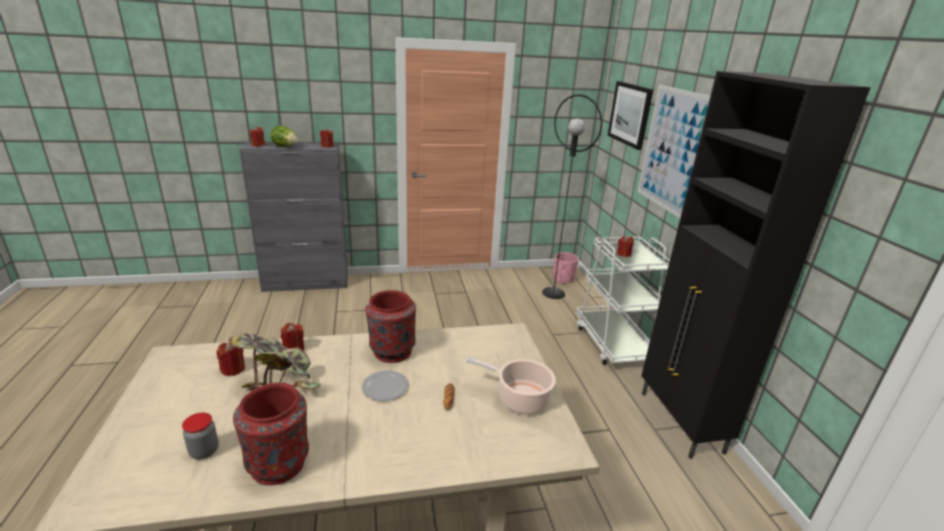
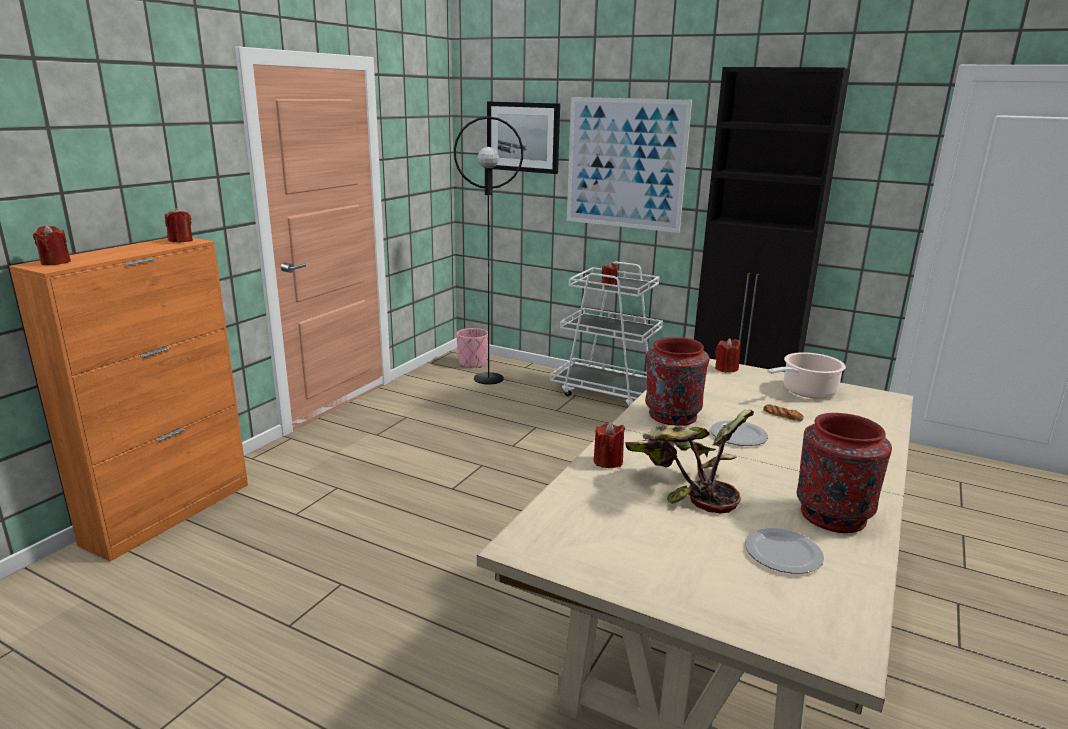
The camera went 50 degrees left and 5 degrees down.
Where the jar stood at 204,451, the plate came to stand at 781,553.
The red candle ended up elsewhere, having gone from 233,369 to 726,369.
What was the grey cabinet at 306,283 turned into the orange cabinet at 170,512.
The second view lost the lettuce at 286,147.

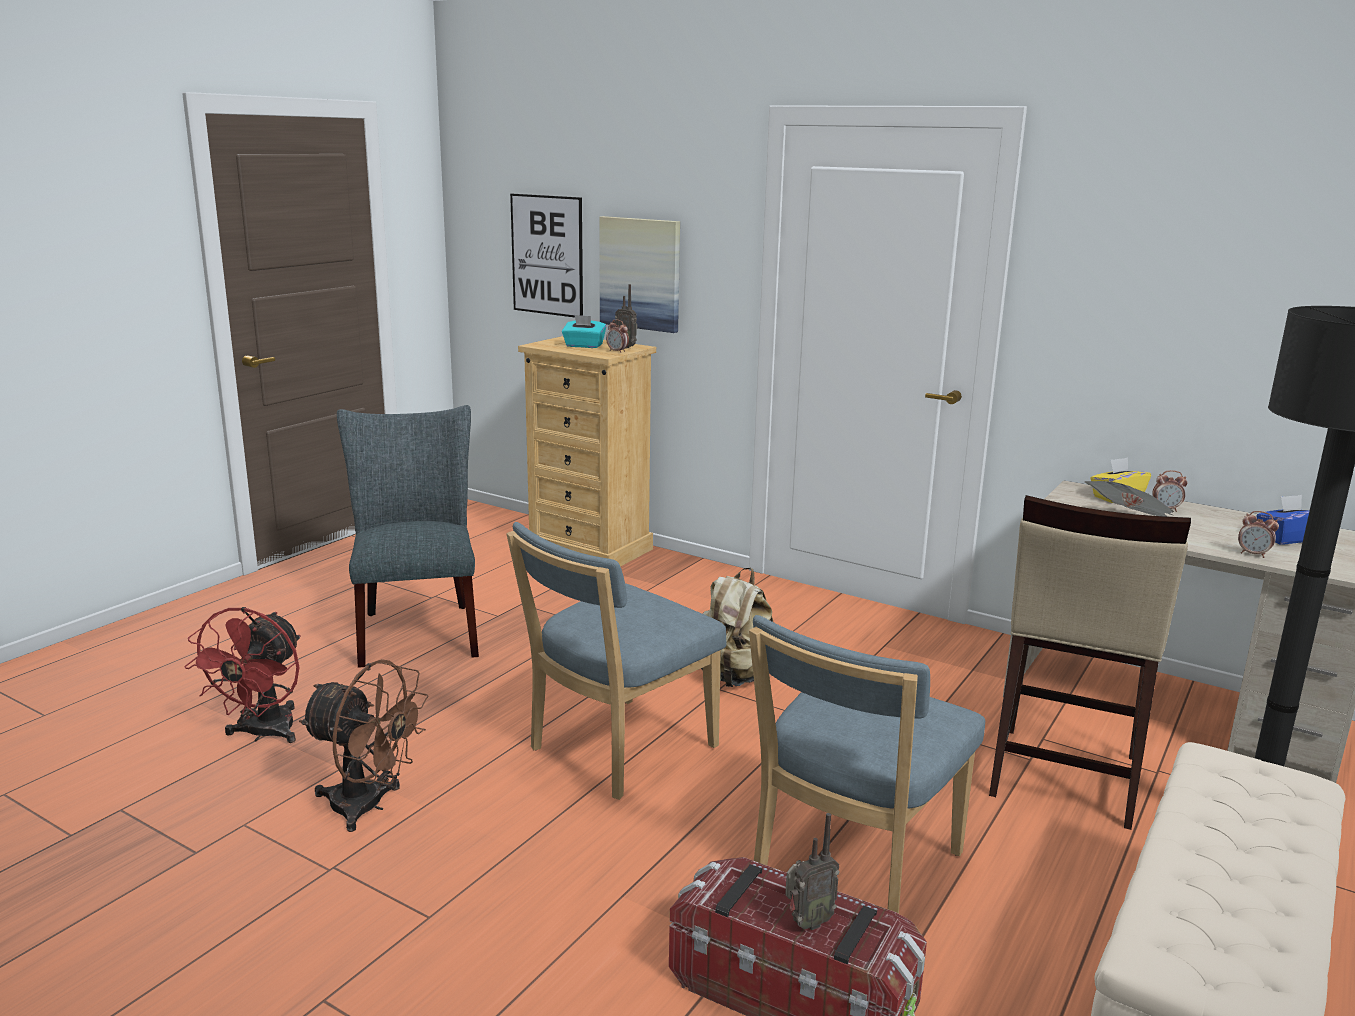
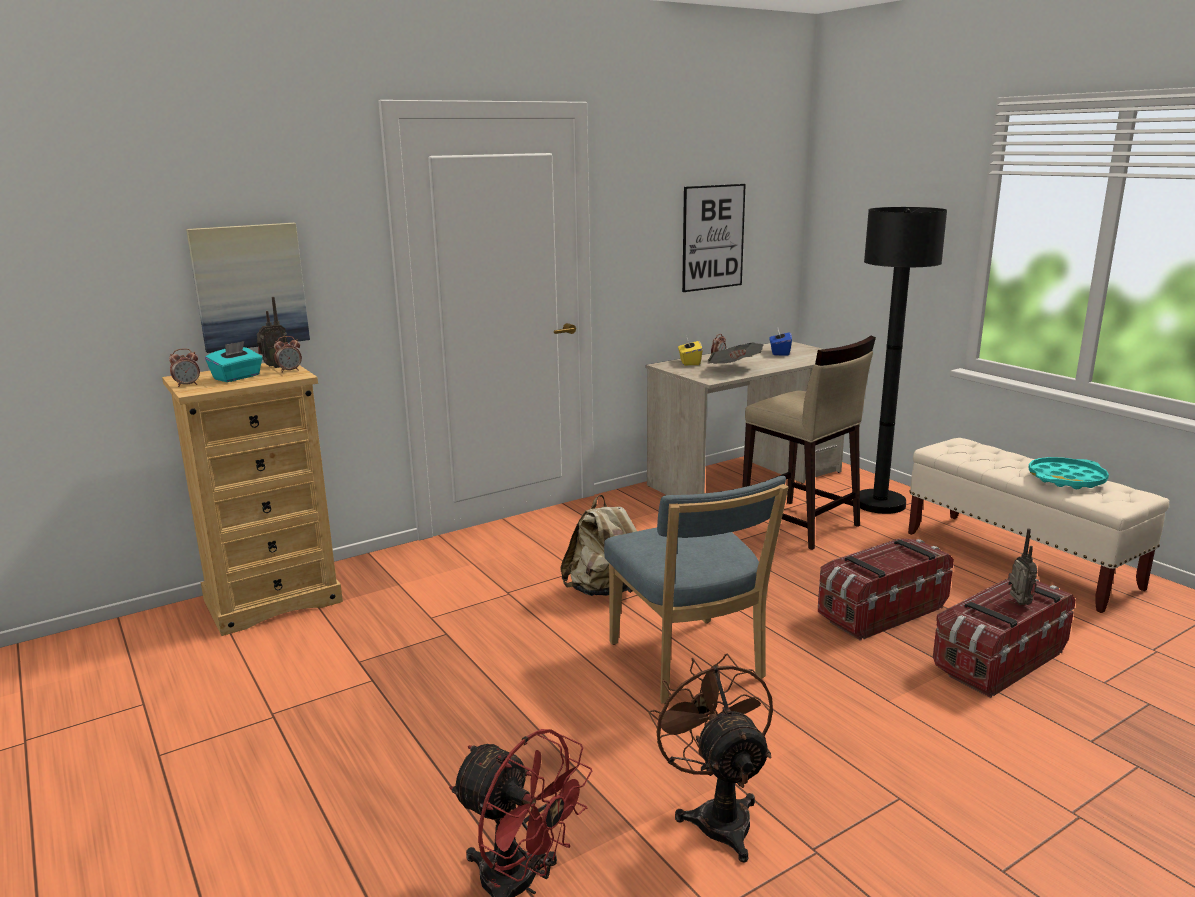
The camera went 65 degrees left and 0 degrees up.
The brown fan at 369,807 ended up facing another way, 60 degrees counterclockwise from before.
The second view lost the grey chair at 417,630.
The picture ended up elsewhere, having gone from 547,255 to 713,237.
Where the blue chair stood at 851,872, the storage box came to stand at 880,611.
The alarm clock ended up elsewhere, having gone from 1253,554 to 187,385.
The second view gained the turquoise tray at 1066,479.

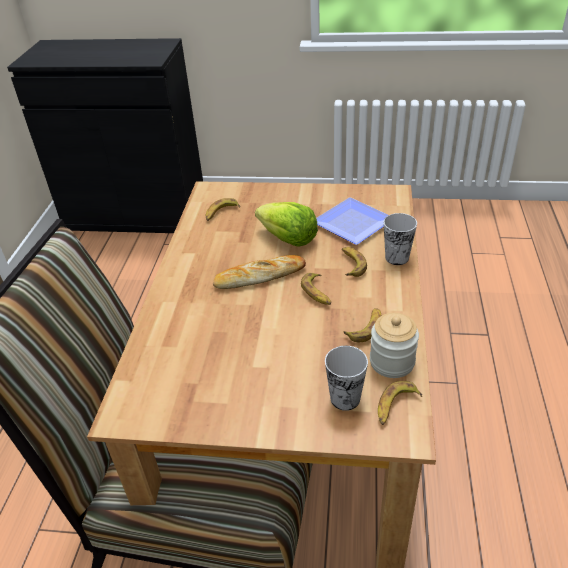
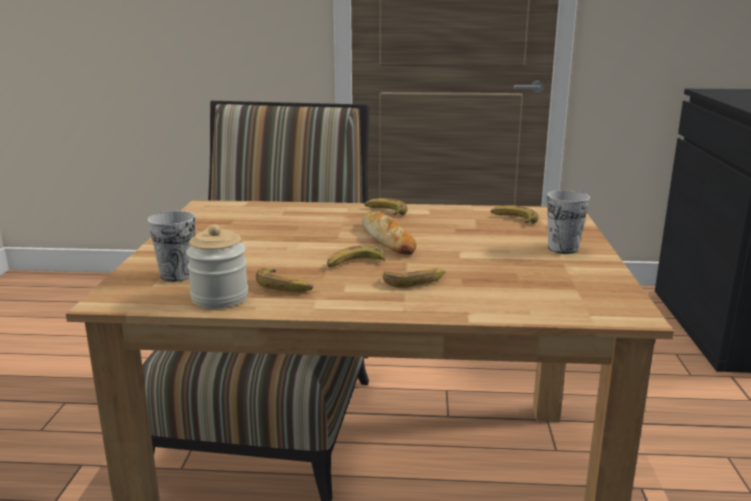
The camera went 85 degrees right and 20 degrees down.
The second view lost the lettuce at 288,239.
The second view lost the plate at 352,222.
The banana ended up elsewhere, having gone from 395,406 to 385,211.
The cup ended up elsewhere, having gone from 397,258 to 563,248.

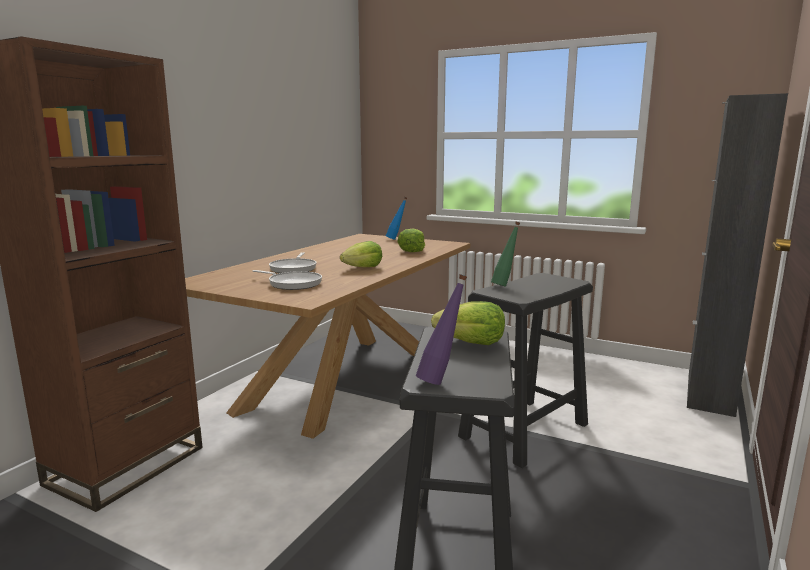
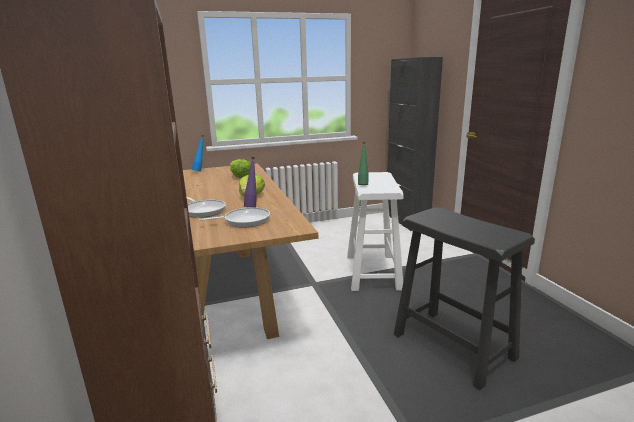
The camera went 45 degrees left and 5 degrees up.
The purple bottle ended up elsewhere, having gone from 441,380 to 252,206.
The second view lost the lettuce at 471,342.
What was the black stool at 524,430 turned into the white stool at 373,272.

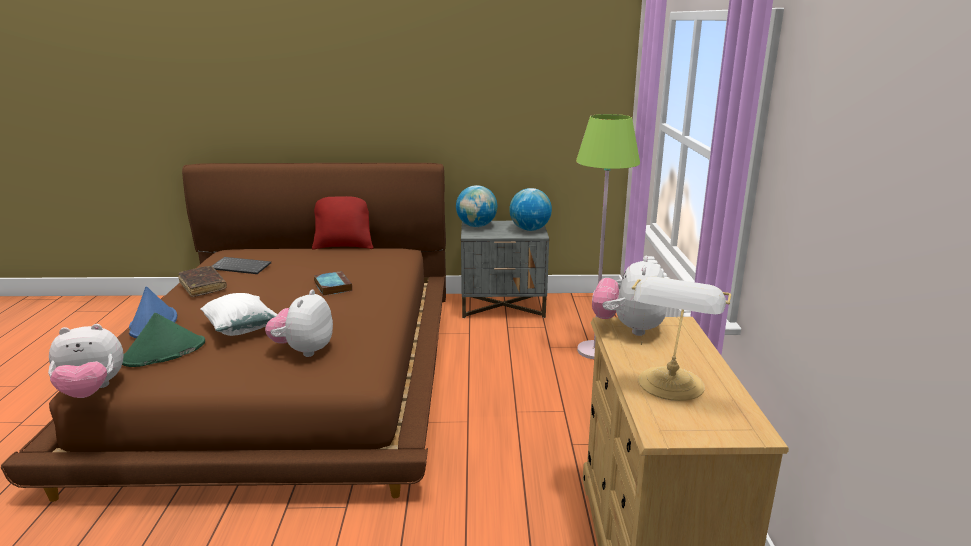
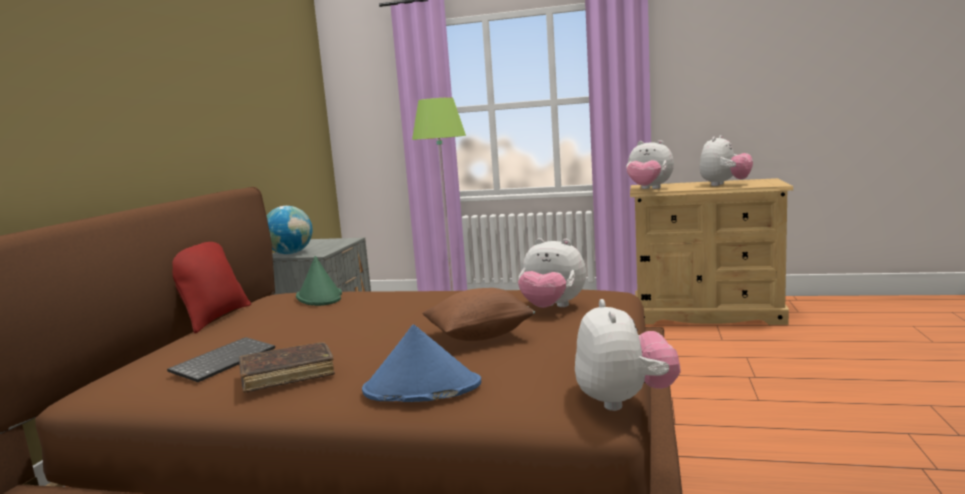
The camera went 75 degrees left and 10 degrees down.
The green hat ended up elsewhere, having gone from 164,352 to 319,297.
What was the white pillow at 241,329 turned into the brown pillow at 480,336.
The second view lost the book at 332,286.
The second view lost the globe at 530,229.
Where the table lamp stood at 670,385, the plush toy came to stand at 724,185.

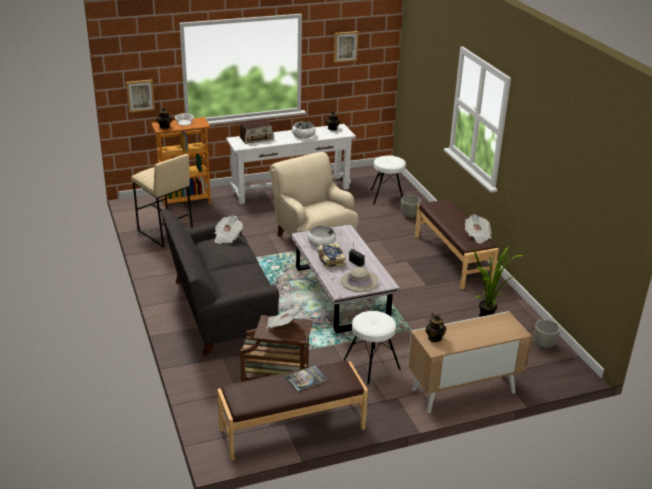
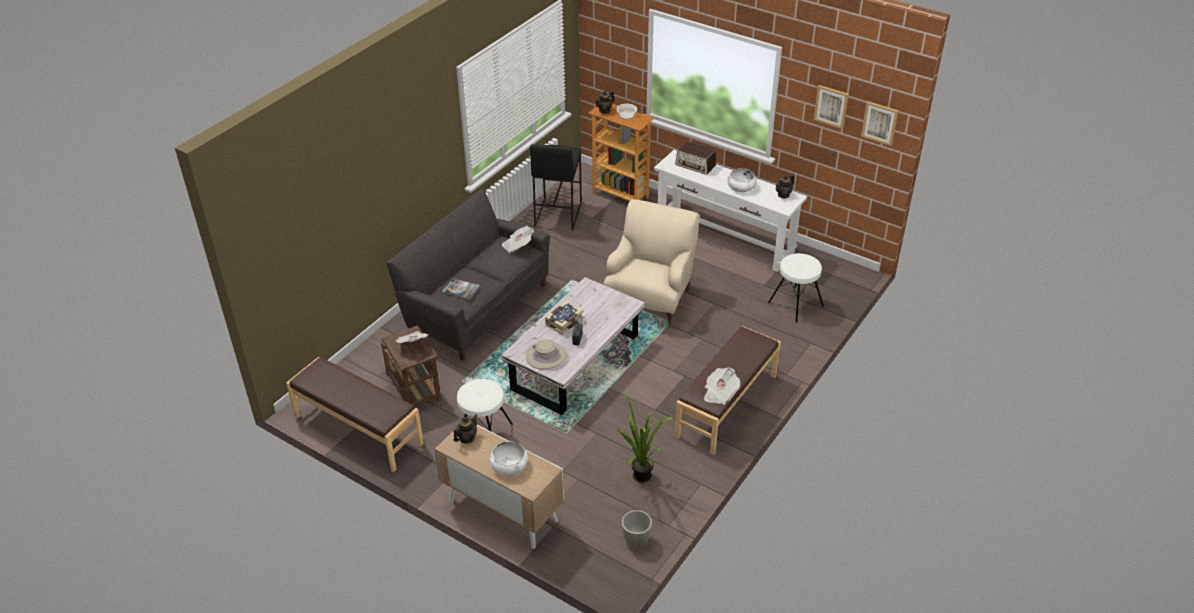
The camera went 55 degrees right and 10 degrees up.
The picture ended up elsewhere, having gone from 140,95 to 880,123.
What was the beige stool at 164,233 turned into the black stool at 557,214.
The book ended up elsewhere, having gone from 306,379 to 461,289.
The white bowl ended up elsewhere, having gone from 321,243 to 509,465.
The second view lost the grey planter at 409,216.

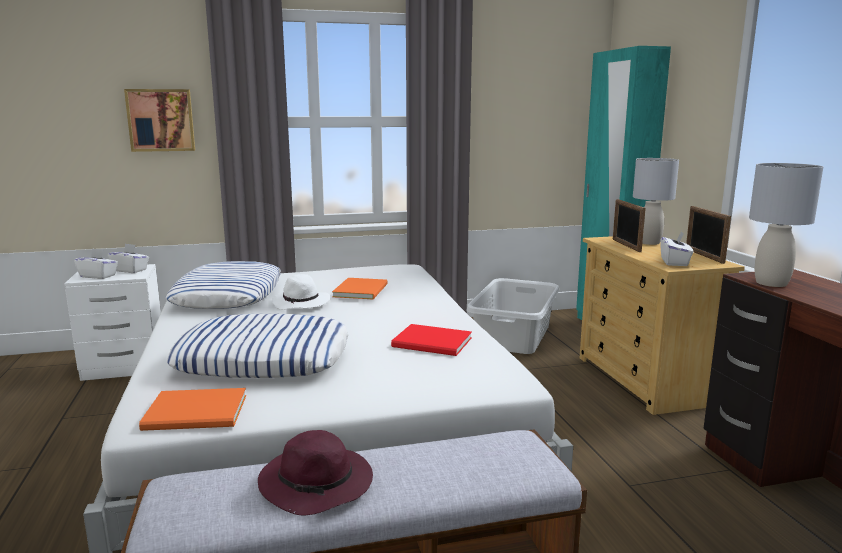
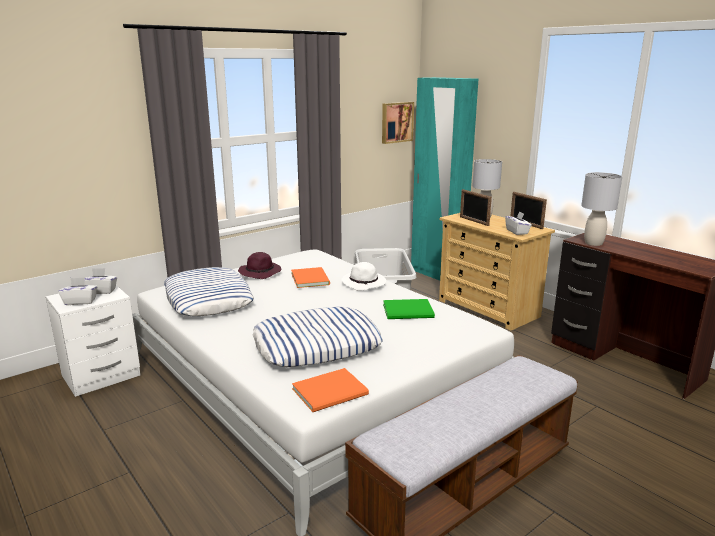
The camera went 25 degrees left and 5 degrees up.
The picture ended up elsewhere, having gone from 161,120 to 396,122.
The purple hat ended up elsewhere, having gone from 318,485 to 260,272.
The white hat ended up elsewhere, having gone from 301,303 to 364,283.
What was the red book at 433,343 turned into the green book at 409,311.

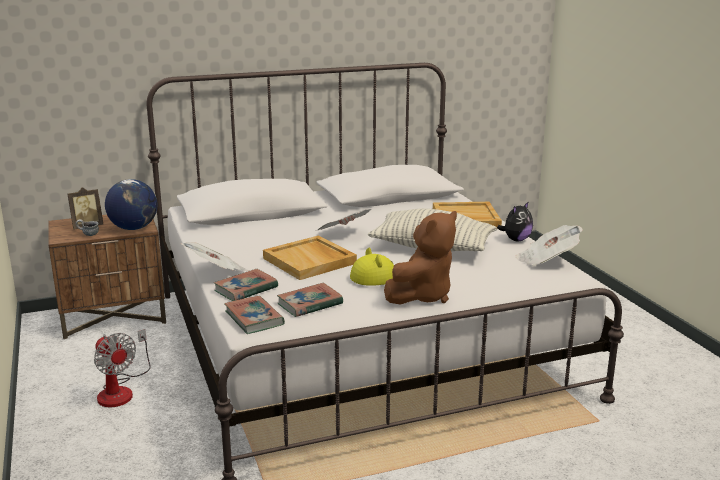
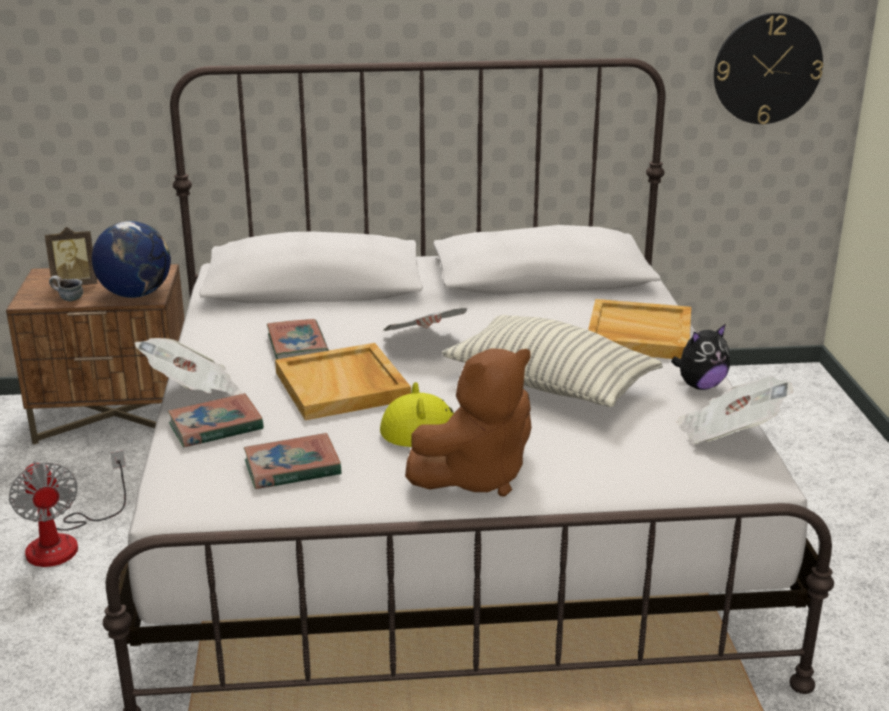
The camera went 15 degrees right and 5 degrees up.
The book ended up elsewhere, having gone from 254,318 to 298,346.
The second view gained the wall clock at 767,69.

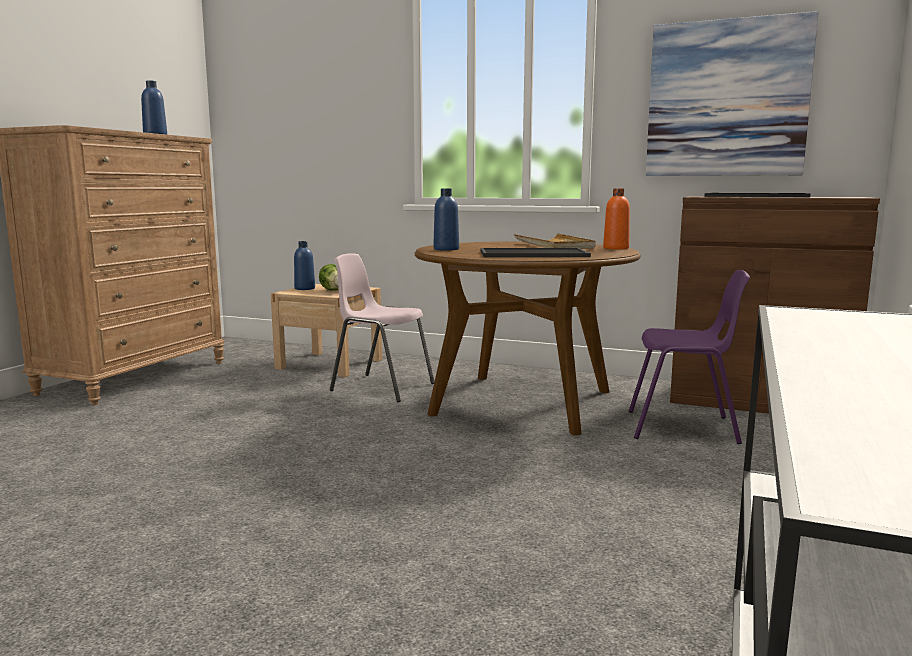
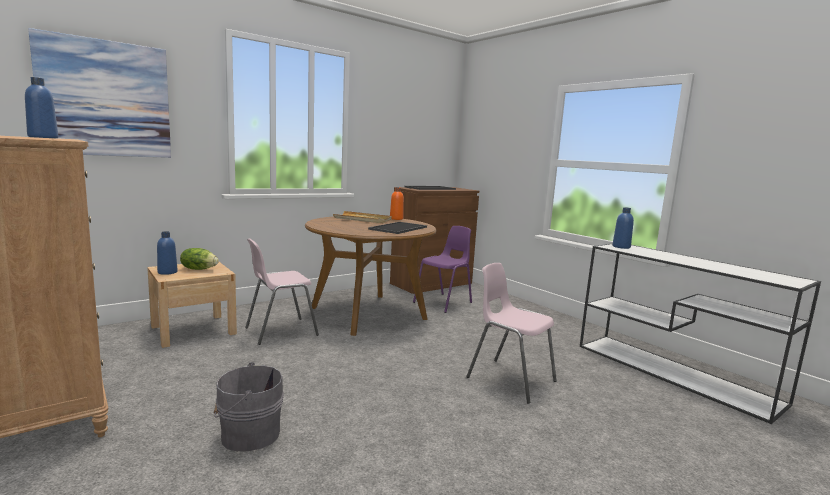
The camera went 60 degrees left and 0 degrees up.
The blue bottle ended up elsewhere, having gone from 446,249 to 621,247.
The picture ended up elsewhere, having gone from 727,99 to 106,99.
The second view gained the grey bucket at 248,434.
The second view gained the pink chair at 510,379.

